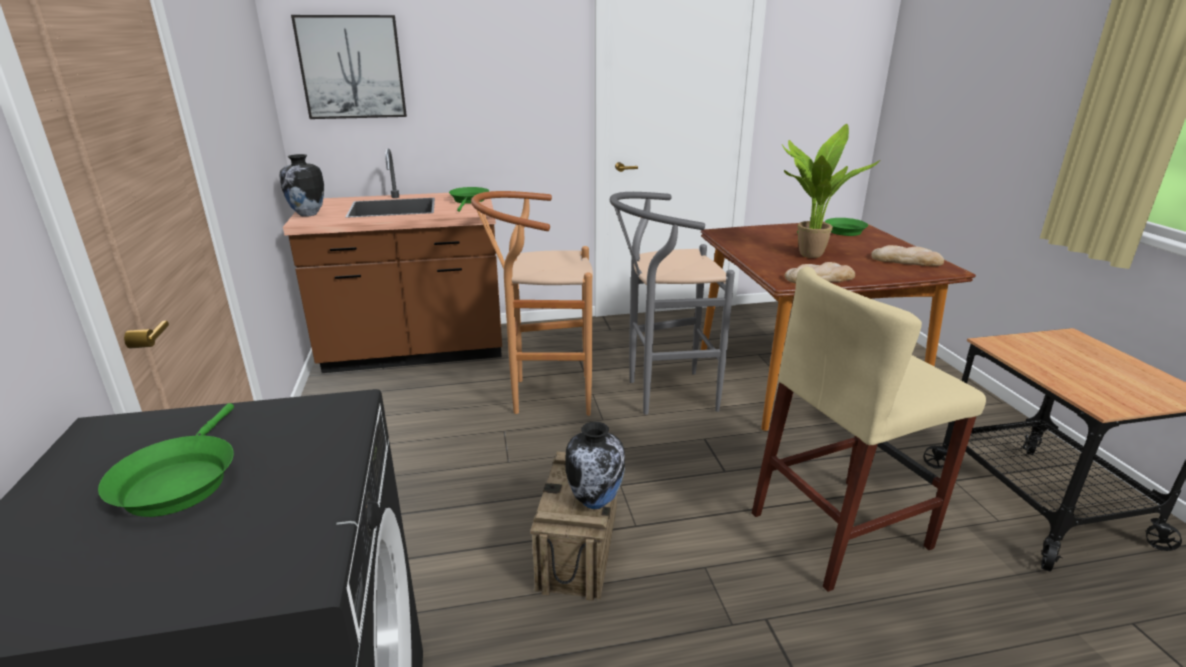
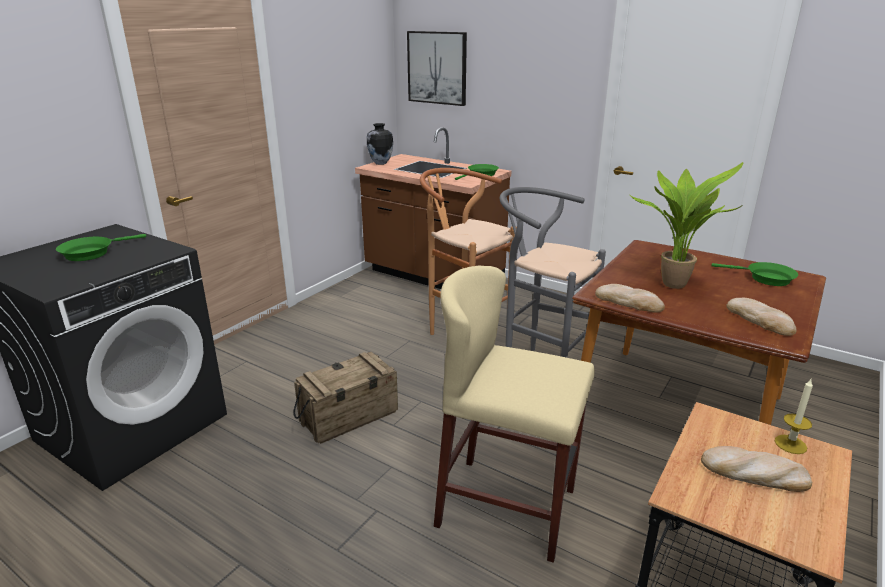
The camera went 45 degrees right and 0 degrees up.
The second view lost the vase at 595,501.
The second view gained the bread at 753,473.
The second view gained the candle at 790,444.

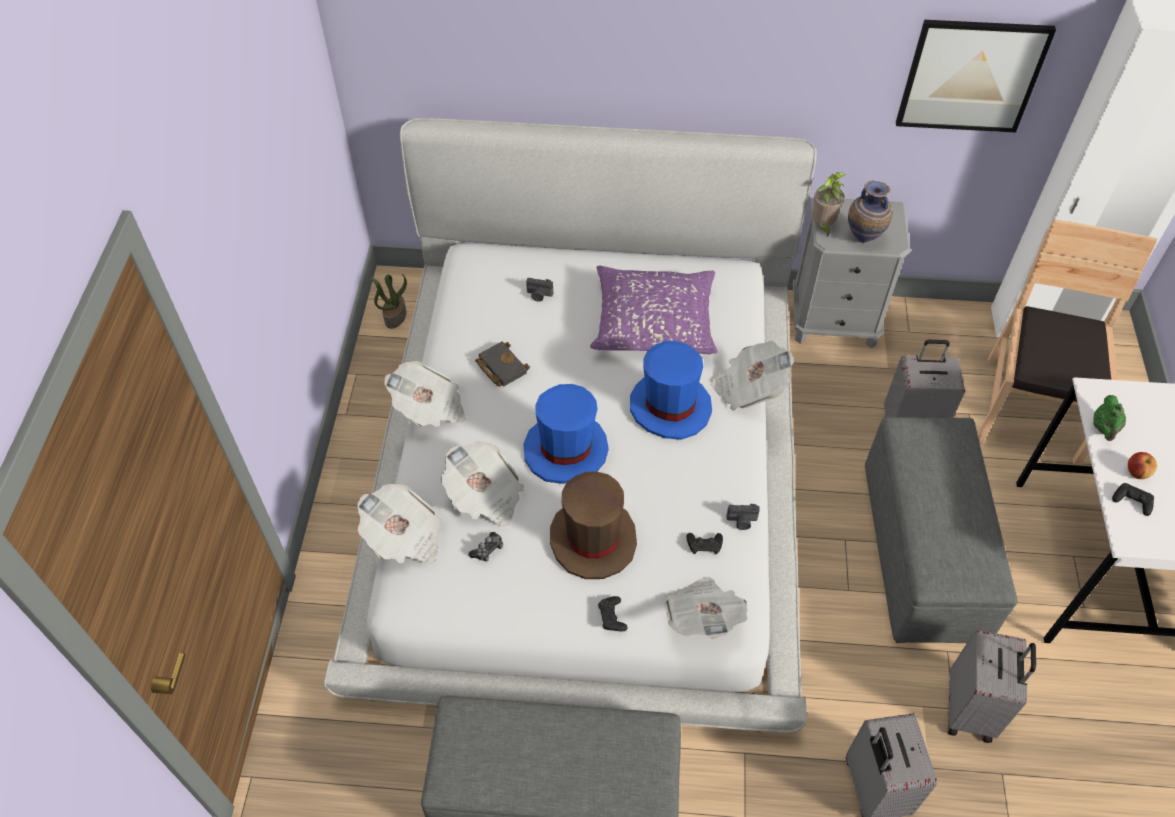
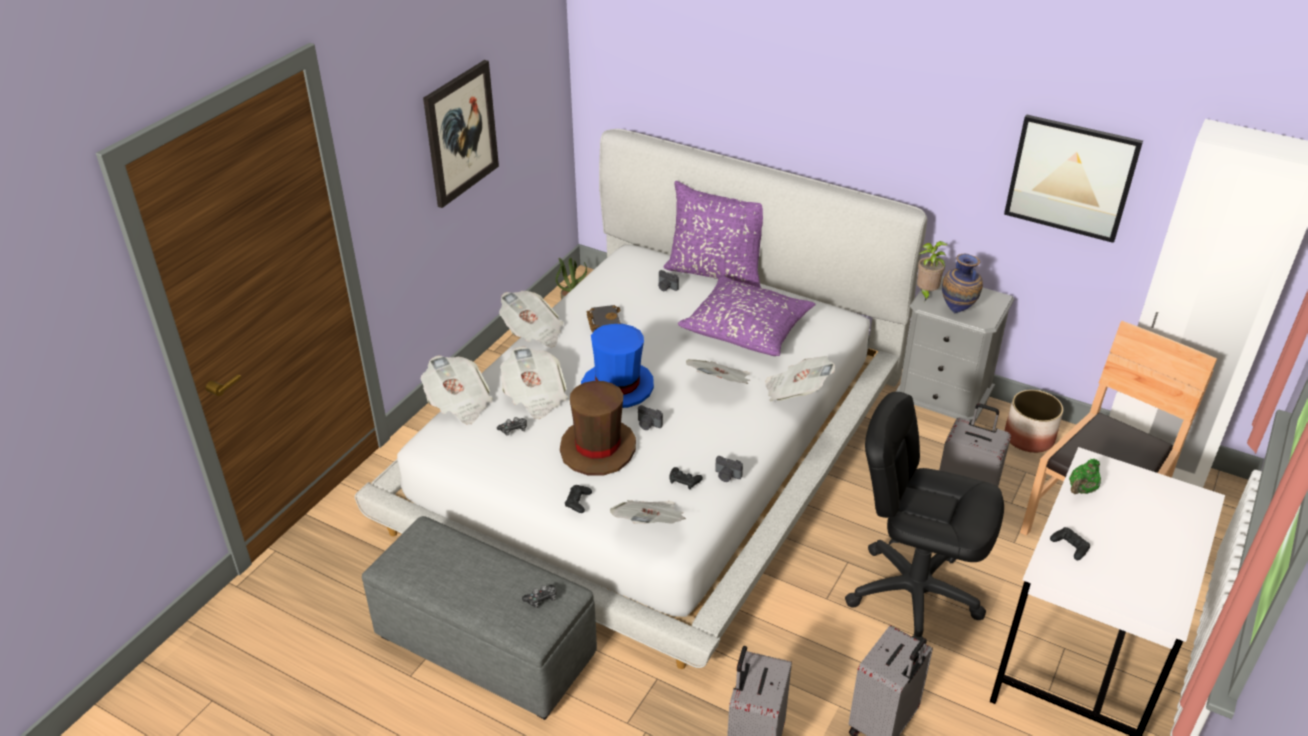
The camera went 25 degrees right and 15 degrees down.
Where the blue hat stood at 670,406, the newspaper came to stand at 720,385.
Where the grey ottoman stood at 921,551, the black office chair came to stand at 913,594.
The second view lost the apple at 1136,472.
The second view gained the picture at 460,133.
The second view gained the game controller at 541,599.
The second view gained the photo camera at 648,425.
The second view gained the purple pillow at 715,272.
The second view gained the planter at 1029,438.

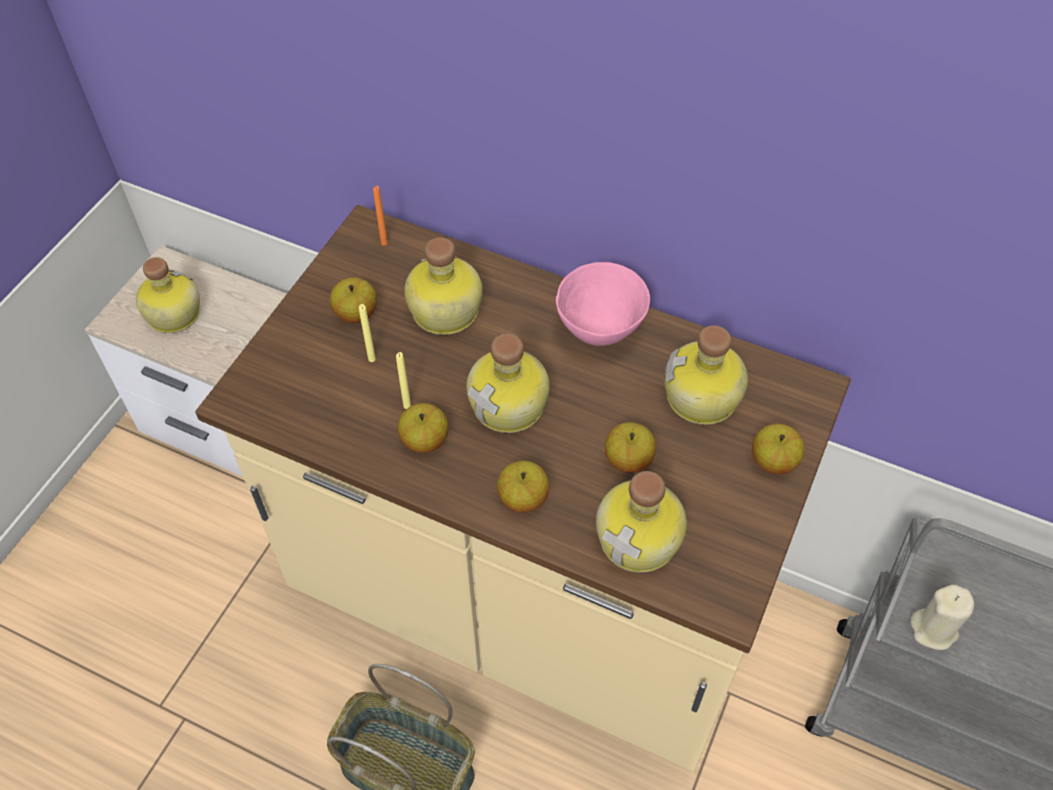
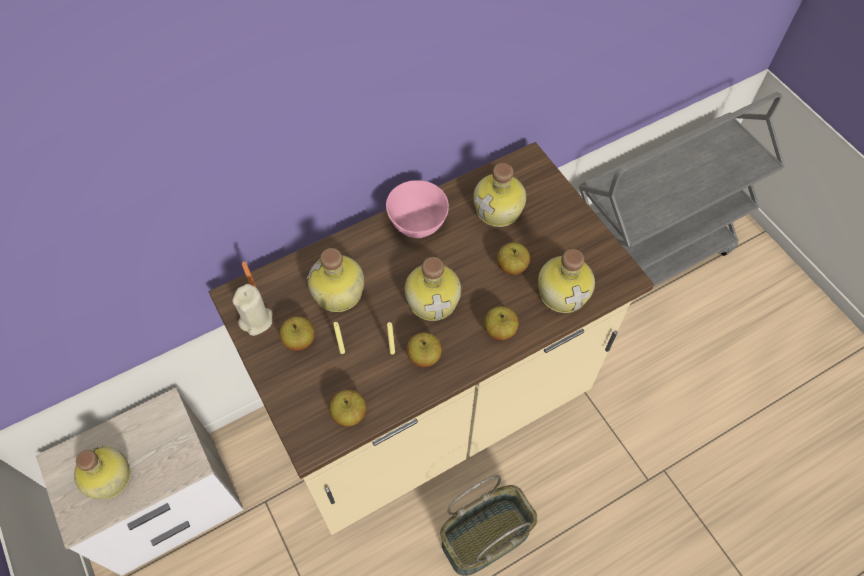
The camera went 55 degrees left and 5 degrees up.
The apple ended up elsewhere, having gone from 773,461 to 349,414.
The beige candle ended up elsewhere, having gone from 934,629 to 256,320.

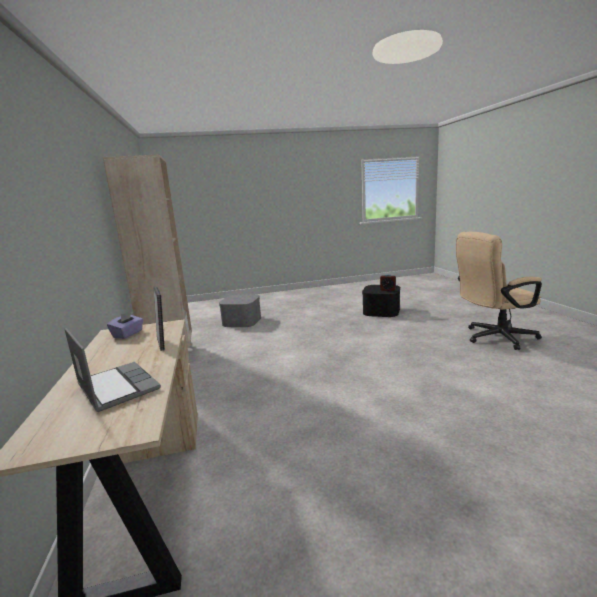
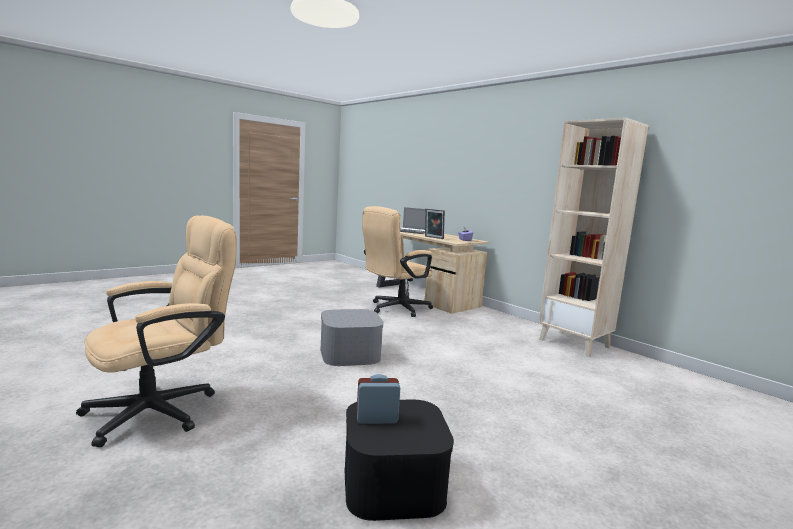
The camera went 150 degrees right and 5 degrees down.
The grey storage box ended up elsewhere, having gone from 242,321 to 349,354.
The second view gained the beige office chair at 395,309.

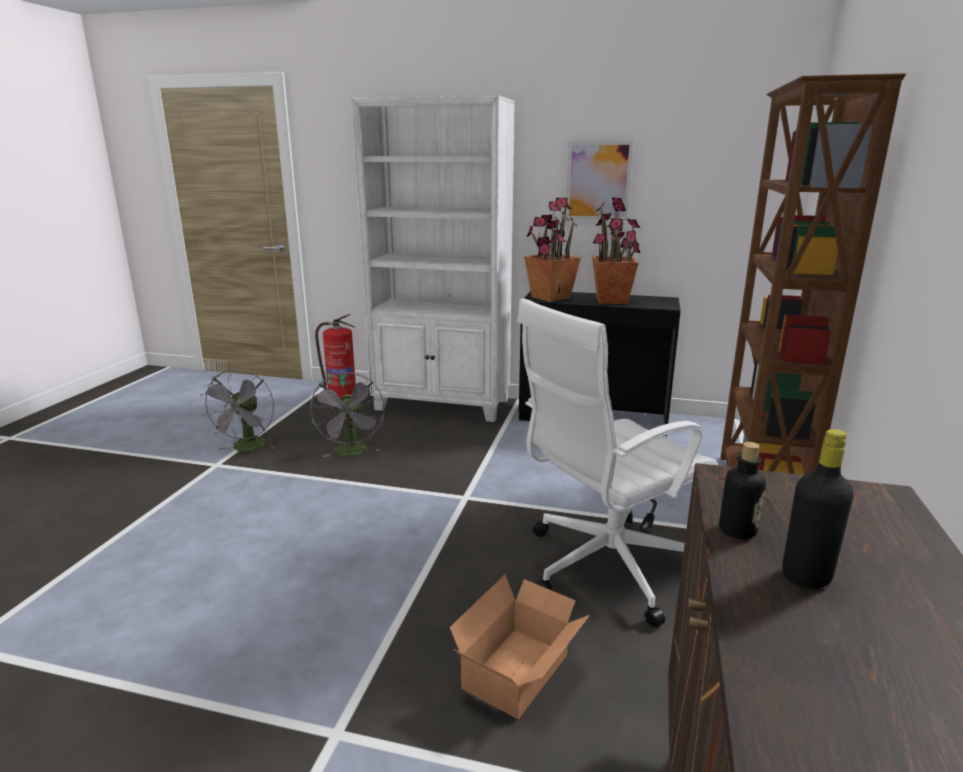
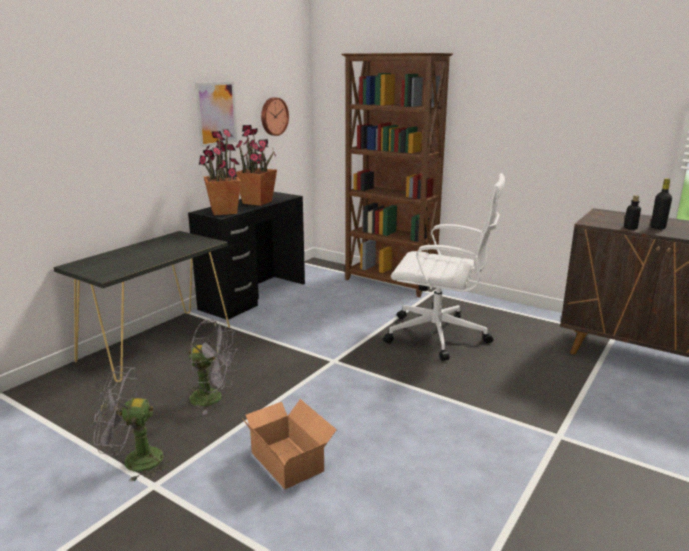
The camera went 70 degrees left and 0 degrees up.
The grey fan at 248,449 ended up facing another way, 150 degrees clockwise from before.
The second view lost the fire extinguisher at 341,396.
Where the white bookcase stood at 443,405, the black console table came to stand at 157,343.
The cardboard box ended up elsewhere, having gone from 521,671 to 288,459.
The white office chair at 605,567 ended up facing another way, 60 degrees counterclockwise from before.
The second view gained the wall clock at 273,116.

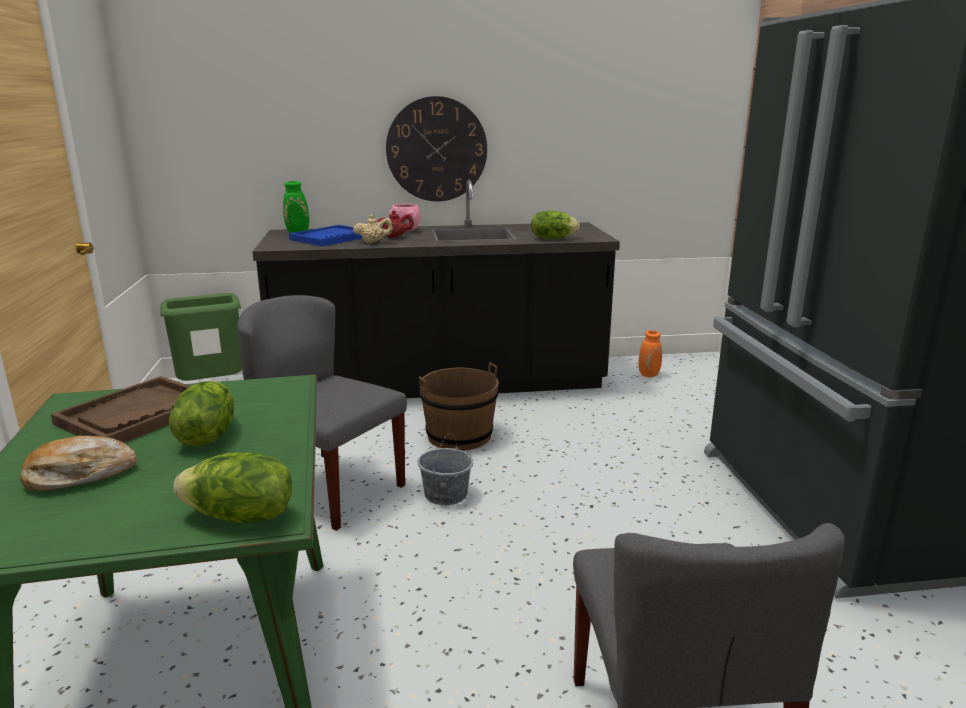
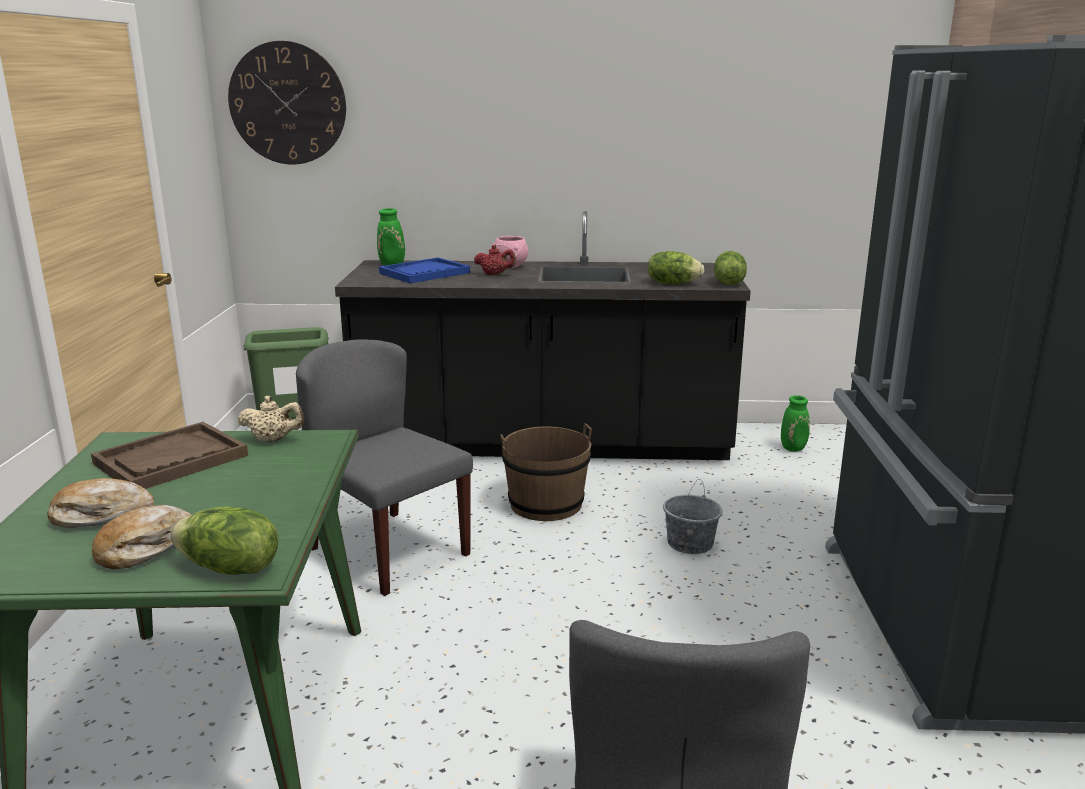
The camera went 10 degrees right and 0 degrees up.
The lettuce ended up elsewhere, having gone from 207,435 to 728,283.
The beige teapot ended up elsewhere, having gone from 374,242 to 273,440.
The wall clock ended up elsewhere, having gone from 436,149 to 287,103.
The grey bucket ended up elsewhere, having gone from 446,494 to 690,543.
What was the orange vase at 649,374 turned into the green vase at 794,448.
The second view gained the bread at 145,548.

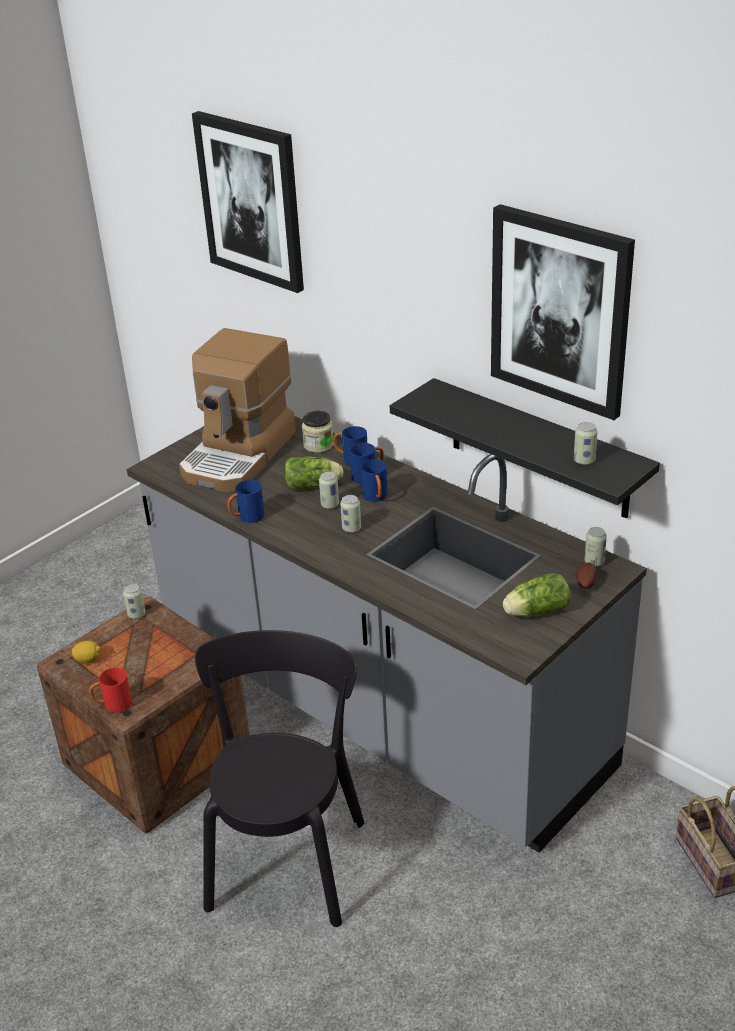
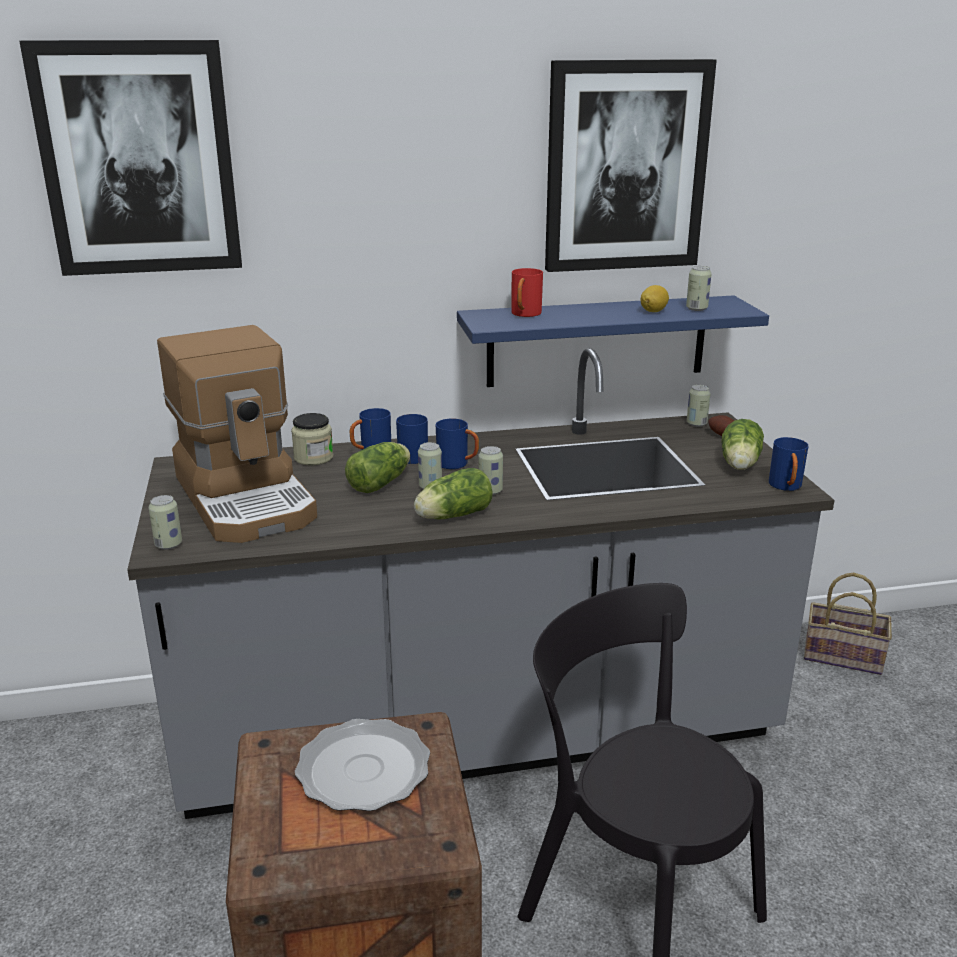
The camera went 55 degrees left and 10 degrees down.
The lemon ended up elsewhere, having gone from 88,660 to 653,311.
The red mug ended up elsewhere, having gone from 113,705 to 524,315.
The can ended up elsewhere, having gone from 136,614 to 168,544.
The blue mug ended up elsewhere, having gone from 247,518 to 786,487.
What was the black shelf at 538,449 turned into the blue shelf at 597,341.
The second view gained the plate at 363,768.
The second view gained the lettuce at 451,516.

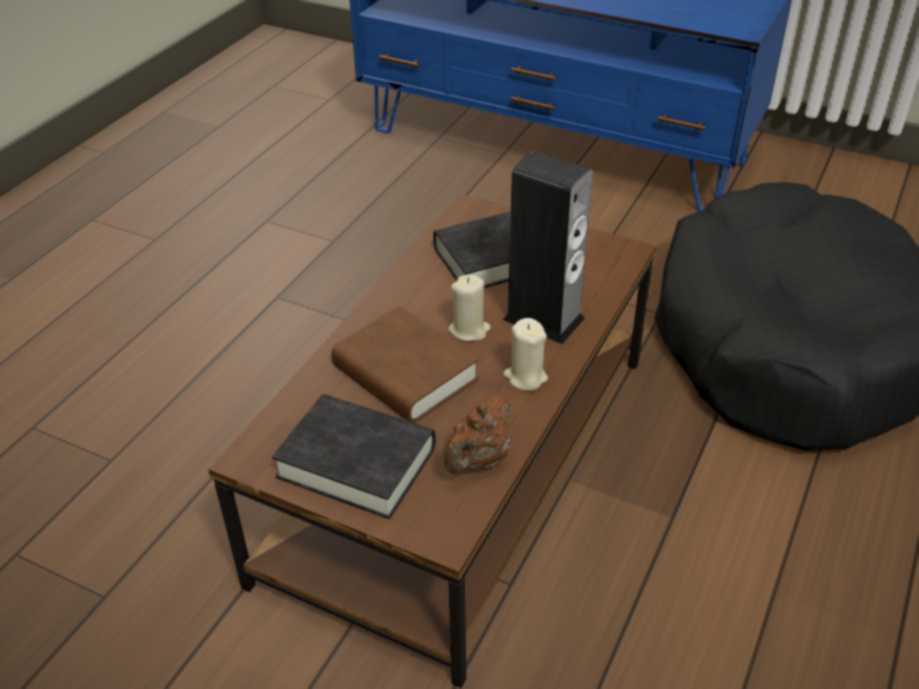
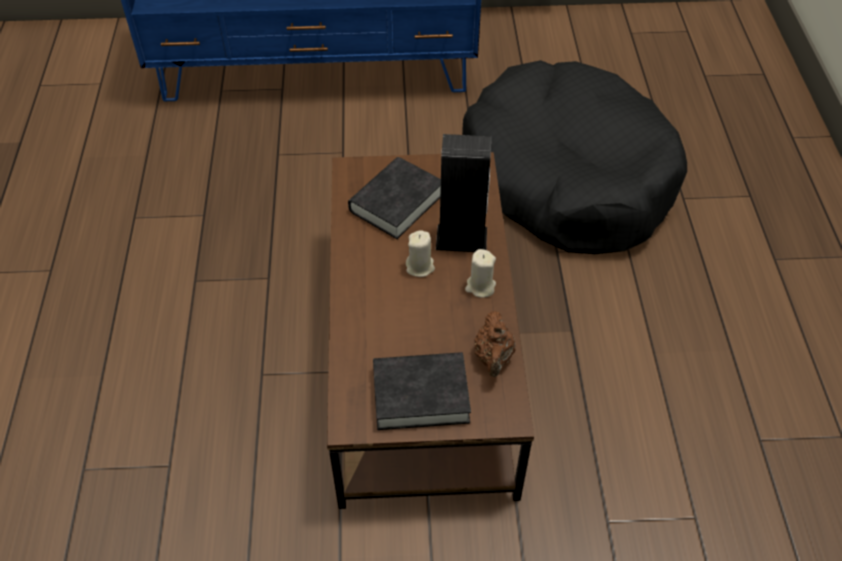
The camera went 30 degrees left and 10 degrees up.
The second view lost the brown book at 405,373.

